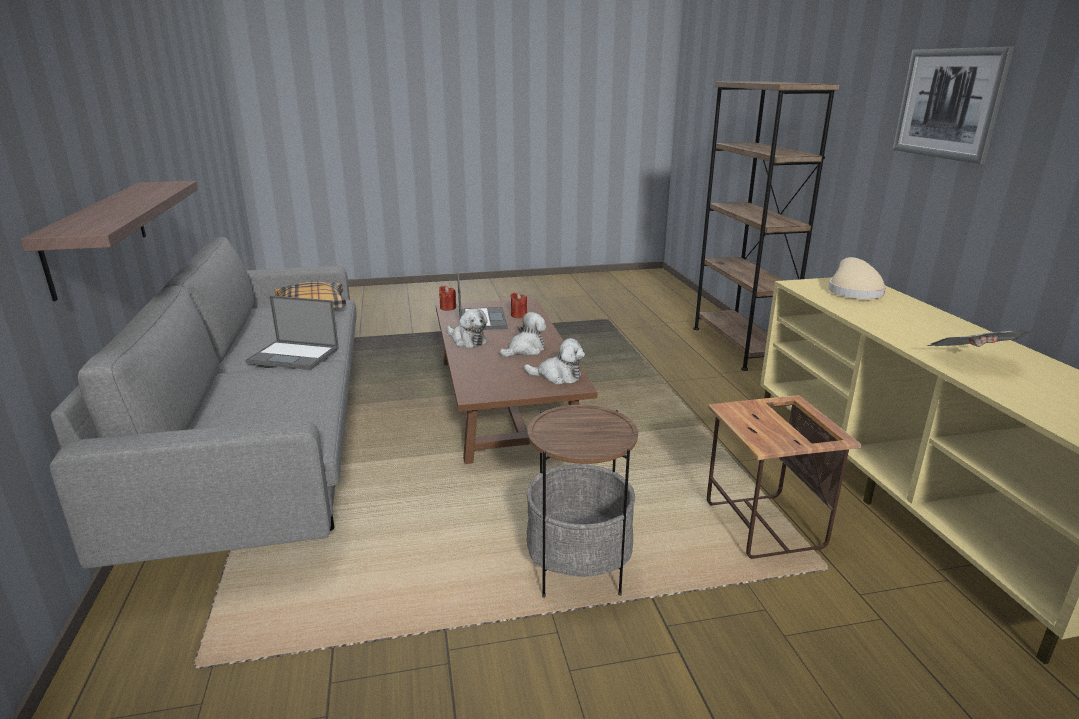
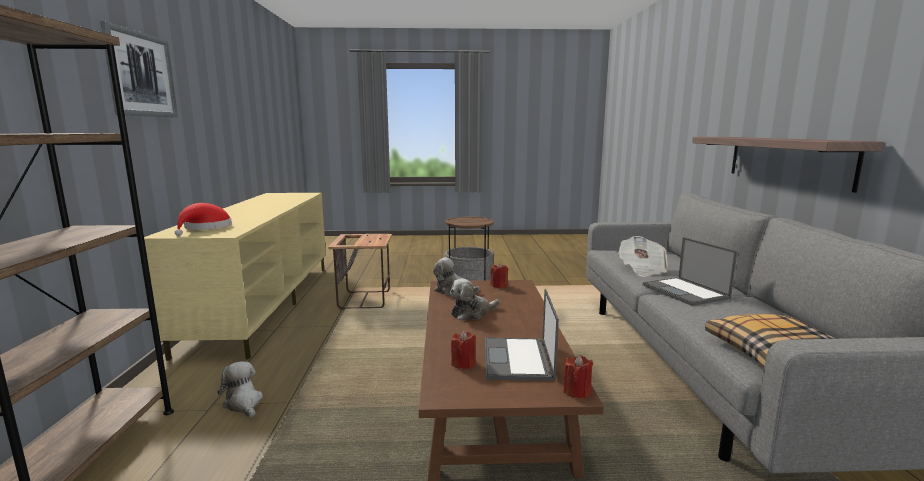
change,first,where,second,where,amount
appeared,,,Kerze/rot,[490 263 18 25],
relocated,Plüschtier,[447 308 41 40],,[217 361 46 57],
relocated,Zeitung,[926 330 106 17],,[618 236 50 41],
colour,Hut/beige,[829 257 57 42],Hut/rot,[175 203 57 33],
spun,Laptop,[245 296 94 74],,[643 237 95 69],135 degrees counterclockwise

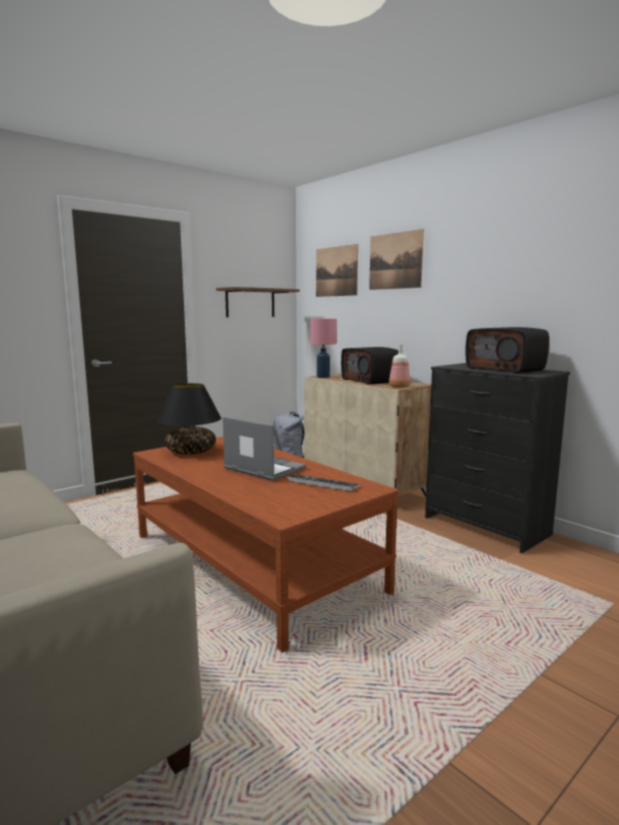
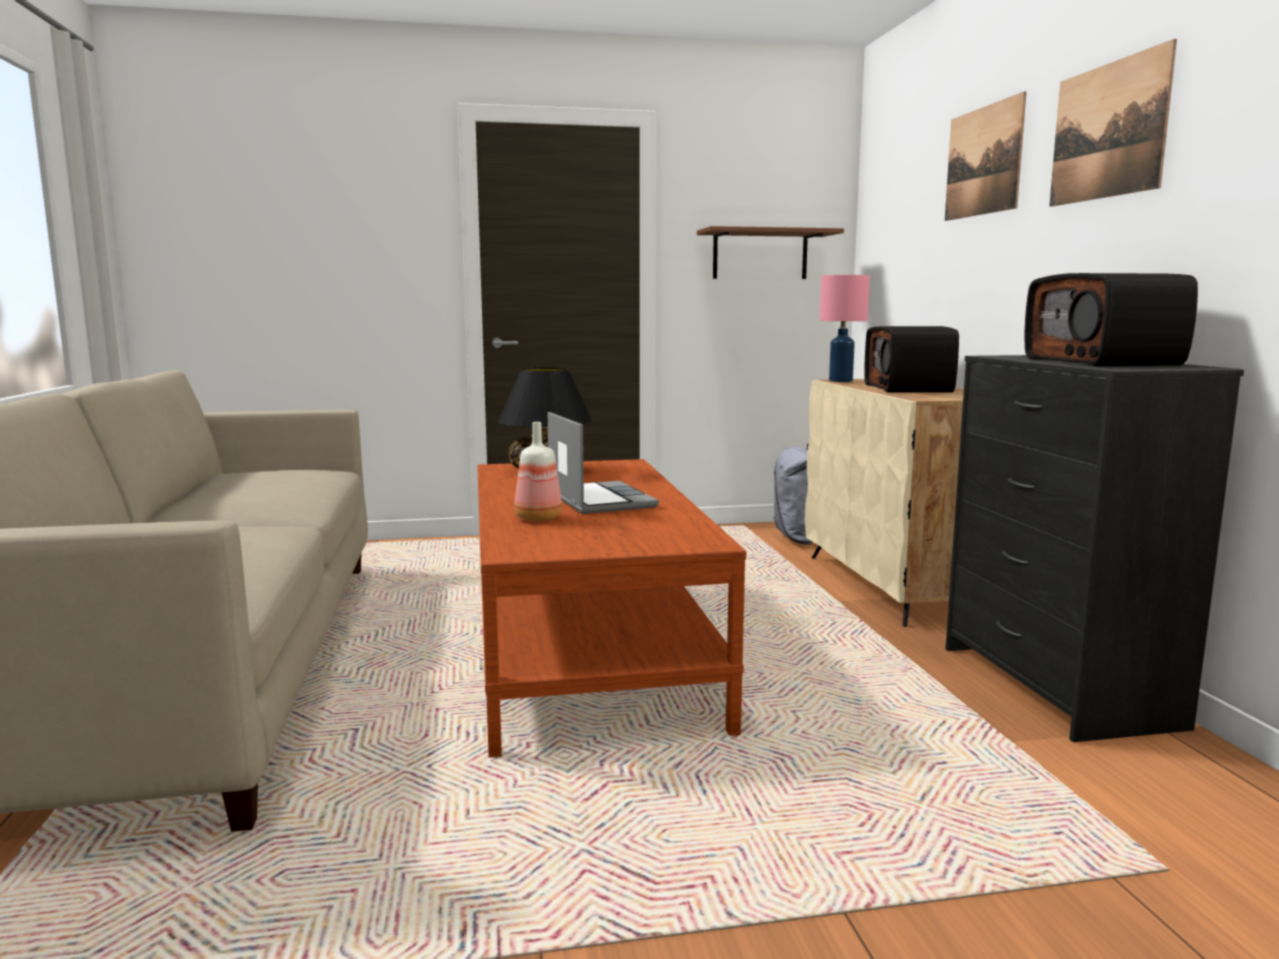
change,first,where,second,where,amount
missing,Tastatur,[287 475 74 16],,,
relocated,Bild,[316 244 42 53],,[1049 39 128 168],
relocated,Flasche,[389 344 21 44],,[514 422 48 100],

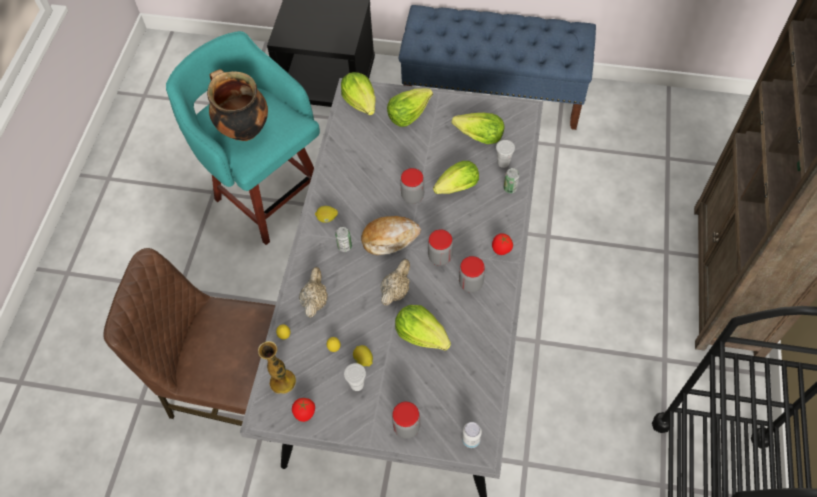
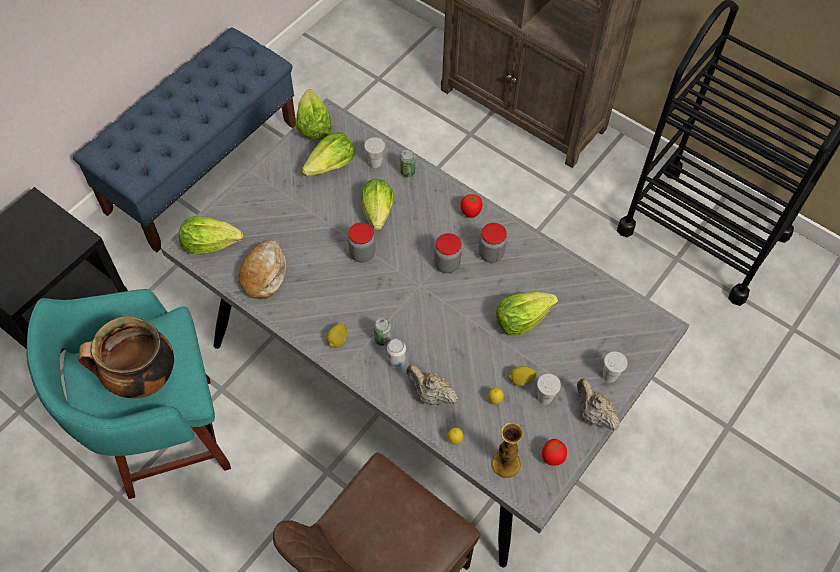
change,first,where,second,where,amount
relocated,Brot,[361 216 60 39],,[238 240 48 59],
relocated,Teekanne/beige,[381 259 29 47],,[577 379 43 52],
relocated,Salatkopf,[387 88 46 39],,[296 89 36 51],
relocated,Dose,[462 422 20 26],,[387 339 19 29],
exchanged,Vorratsglas,[392 401 28 37],Tasse/weiß,[603 351 24 31],

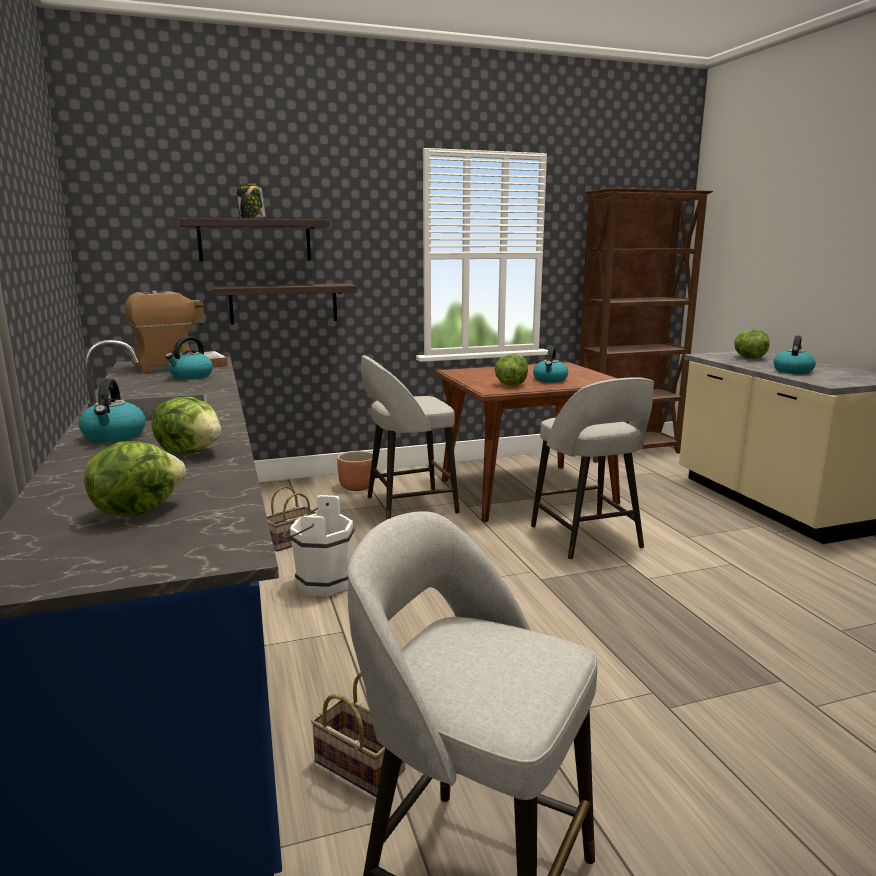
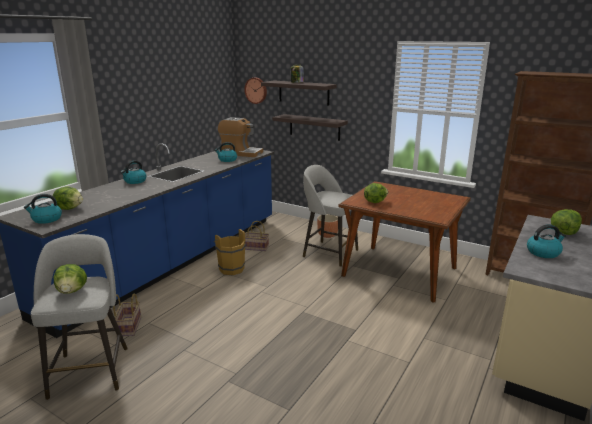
change,first,where,second,where,amount
missing,Hocker/grau,[531 377 123 183],,,
appeared,,,Wanduhr,[244 78 23 26],
relocated,Salatkopf,[152 397 69 57],,[54 264 33 30],
relocated,Wasserkessel,[533 347 35 36],,[24 194 38 30],
colour,Eimer/weiß,[283 495 72 102],Eimer/braun,[214 229 32 46],

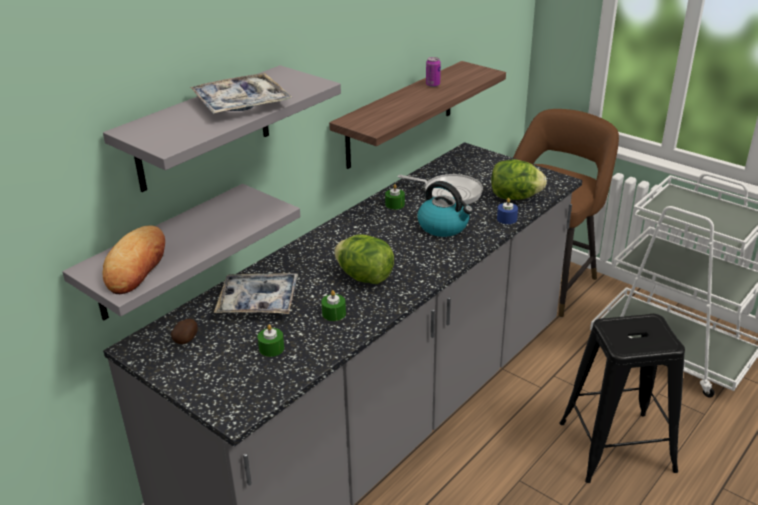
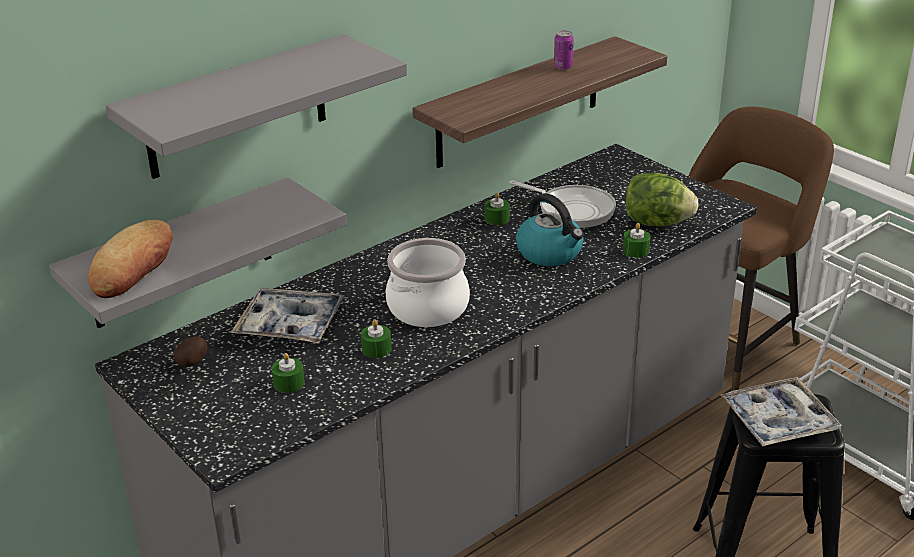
change,first,where,second,where,amount
relocated,Tablett,[190 73 102 41],,[721 377 121 70],
exchanged,Salatkopf,[334 234 60 50],Kochtopf,[386 238 84 89],
colour,Kerze/blau,[497 198 21 26],Kerze/grün,[623 223 27 35],

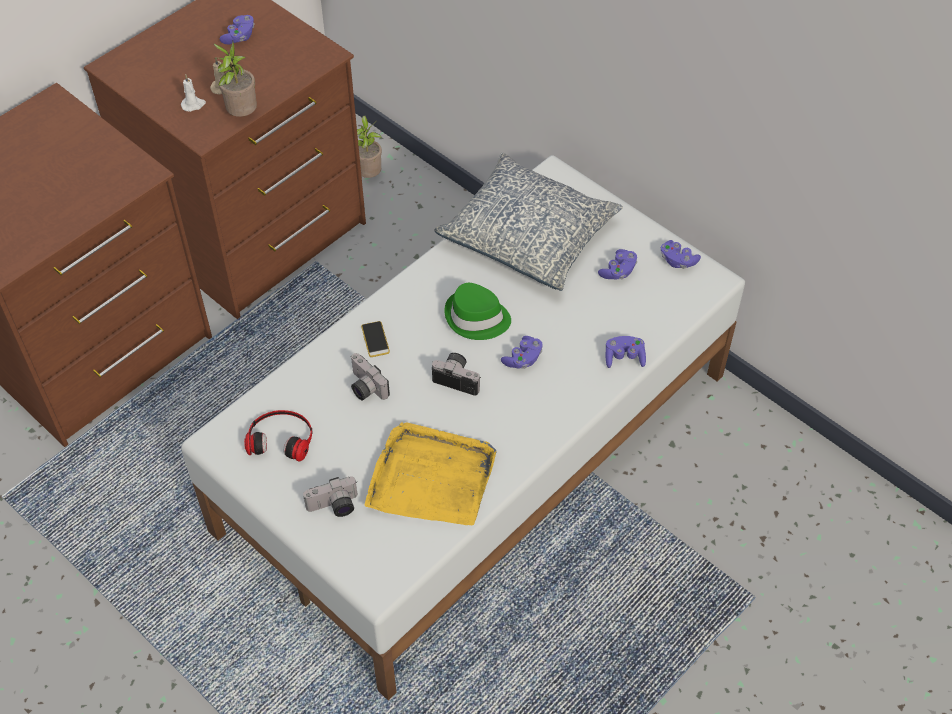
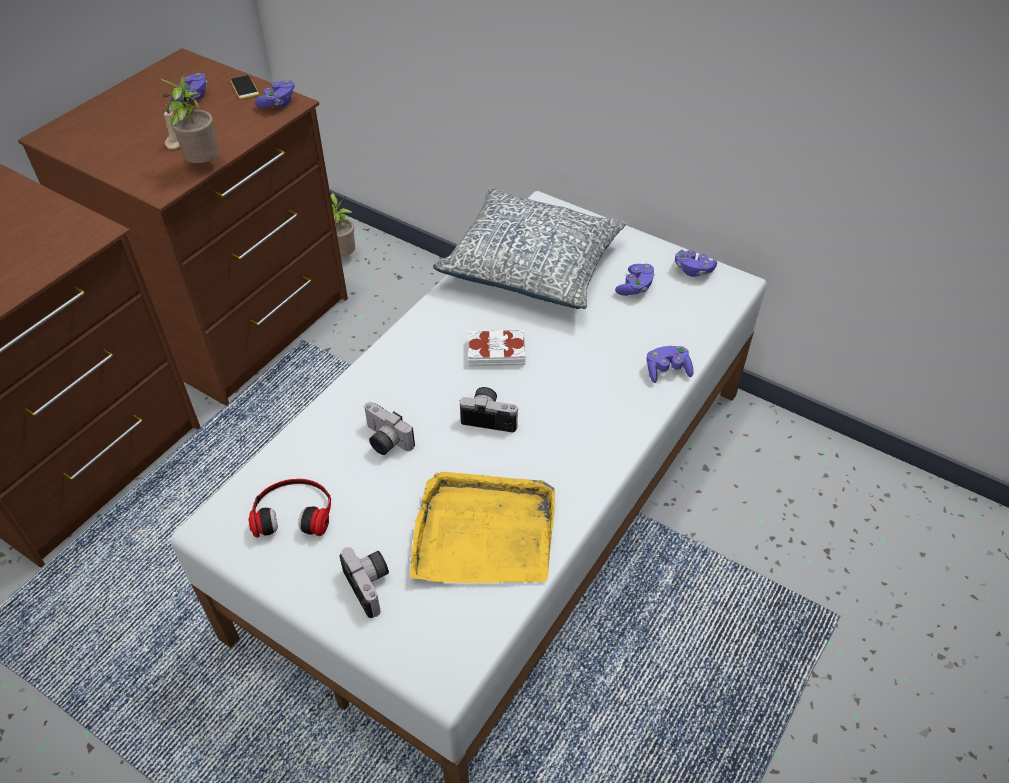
change,first,where,second,where,amount
missing,Kerze/weiß,[181 75 25 37],,,
relocated,Handy,[361 321 29 36],,[230 75 29 25],
relocated,Gamepad/lila,[501 336 41 33],,[255 80 40 29],
exchanged,Hut/grün,[444 283 67 57],Buch/weiß,[468 329 57 37],
spun,Kamera,[303 476 54 41],,[340 547 49 71],90 degrees counterclockwise

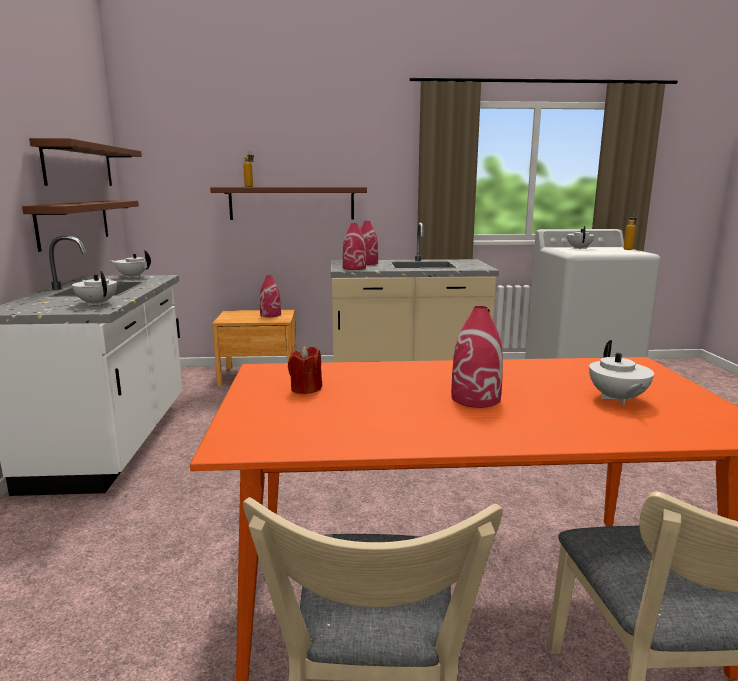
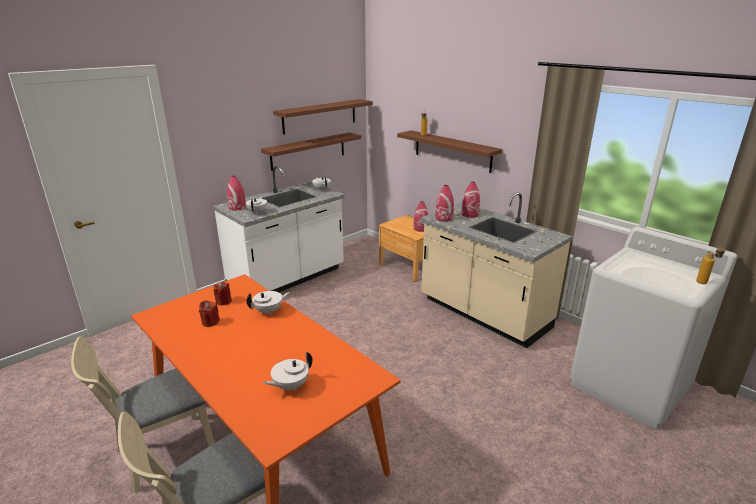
change,first,where,second,where,amount
appeared,,,Kerze/rot,[199 300 21 27],
relocated,Vase/rot,[451 306 52 102],,[227 176 19 34],
relocated,Teekanne/weiß,[567 226 28 23],,[246 291 44 24],

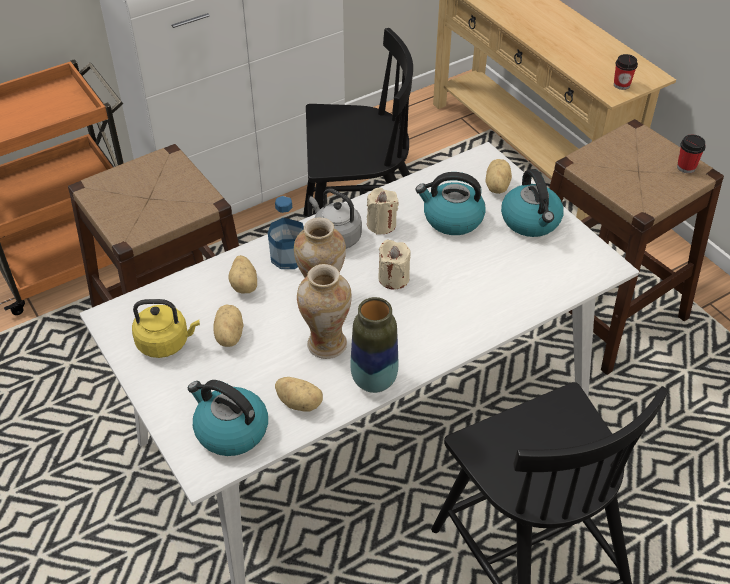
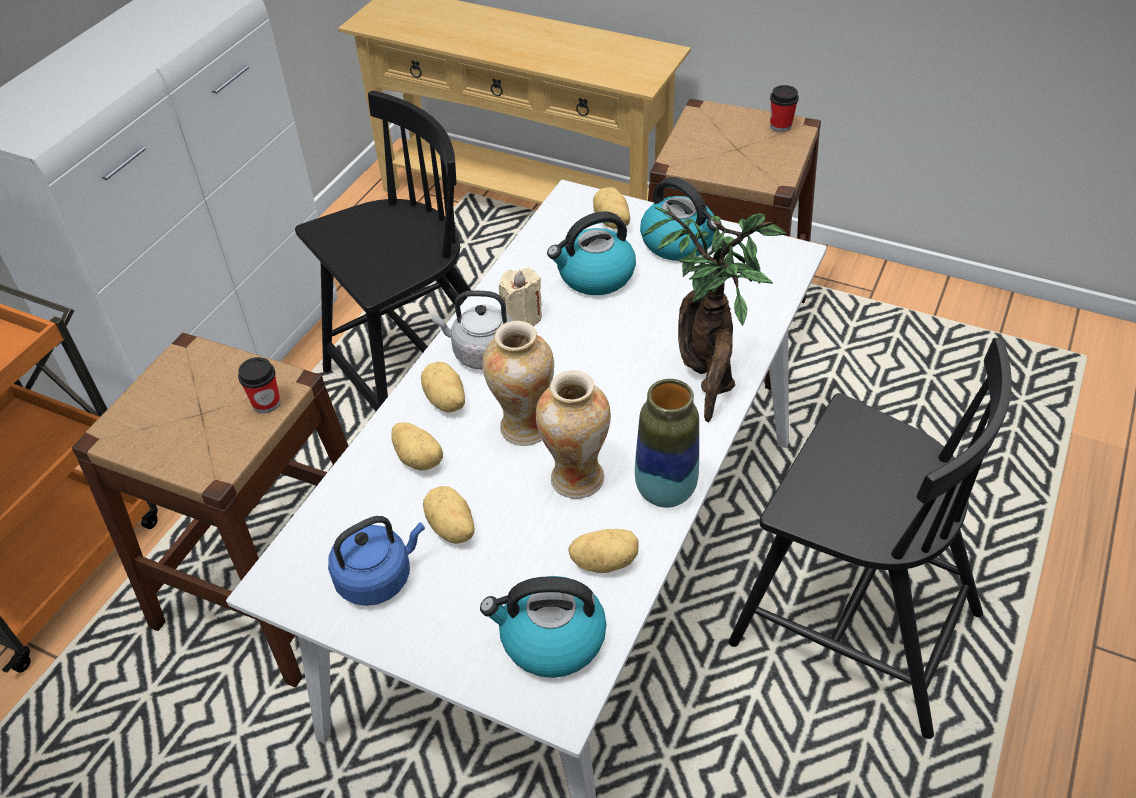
change,first,where,second,where,amount
missing,Kerze/beige,[378 239 33 51],,,
appeared,,,Topfpflanze,[643 205 144 218],
relocated,Tasse,[614 54 24 36],,[238 357 42 57],
exchanged,Flasche,[268 196 36 73],Kartoffel,[421 362 44 50],
colour,Wasserkessel/gelb,[132 299 68 59],Wasserkessel/blau,[328 516 97 90],

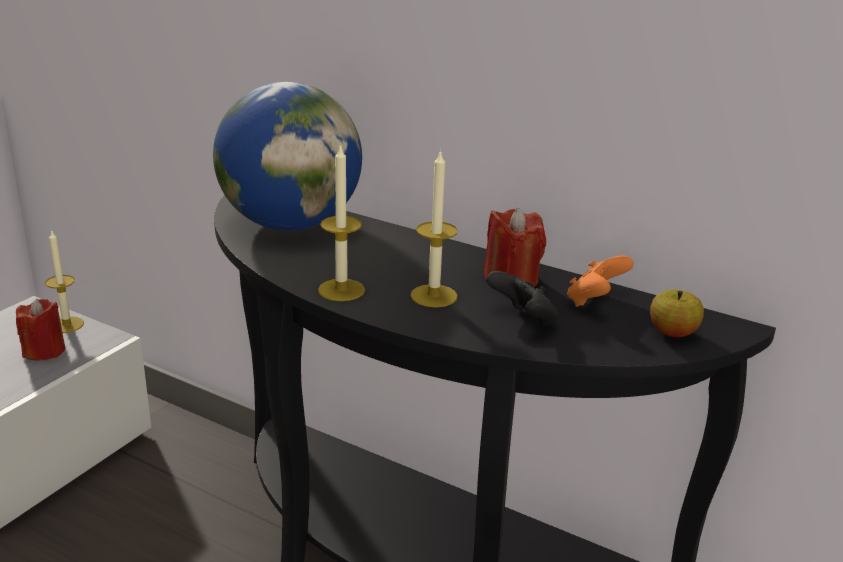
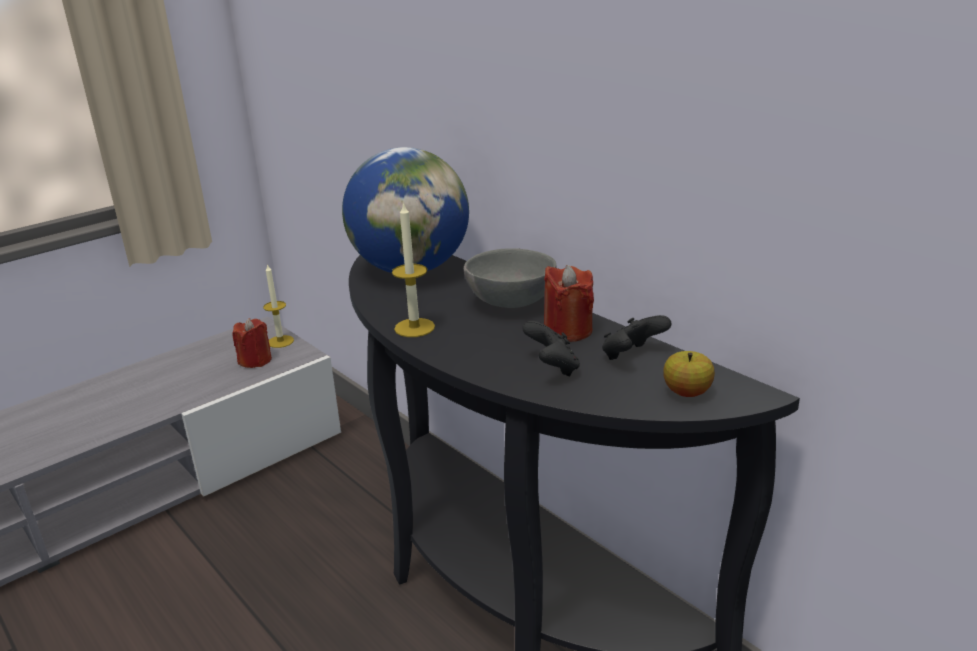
change,first,where,second,where,amount
missing,Kerze,[410 149 48 158],,,
appeared,,,Schüssel/grau,[464 248 93 60],
colour,Gamepad/orange,[567 255 67 52],Gamepad/schwarz,[602 315 70 45],

